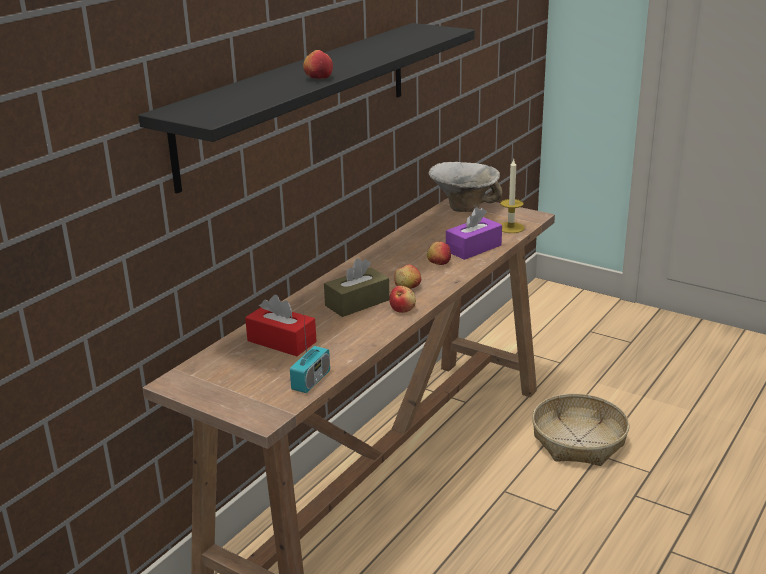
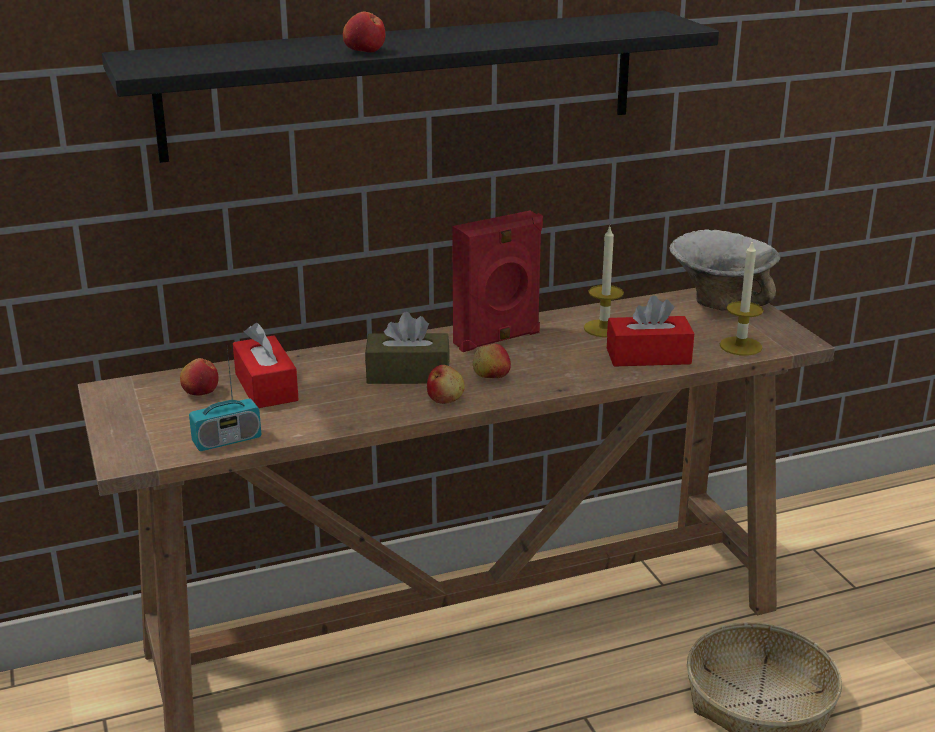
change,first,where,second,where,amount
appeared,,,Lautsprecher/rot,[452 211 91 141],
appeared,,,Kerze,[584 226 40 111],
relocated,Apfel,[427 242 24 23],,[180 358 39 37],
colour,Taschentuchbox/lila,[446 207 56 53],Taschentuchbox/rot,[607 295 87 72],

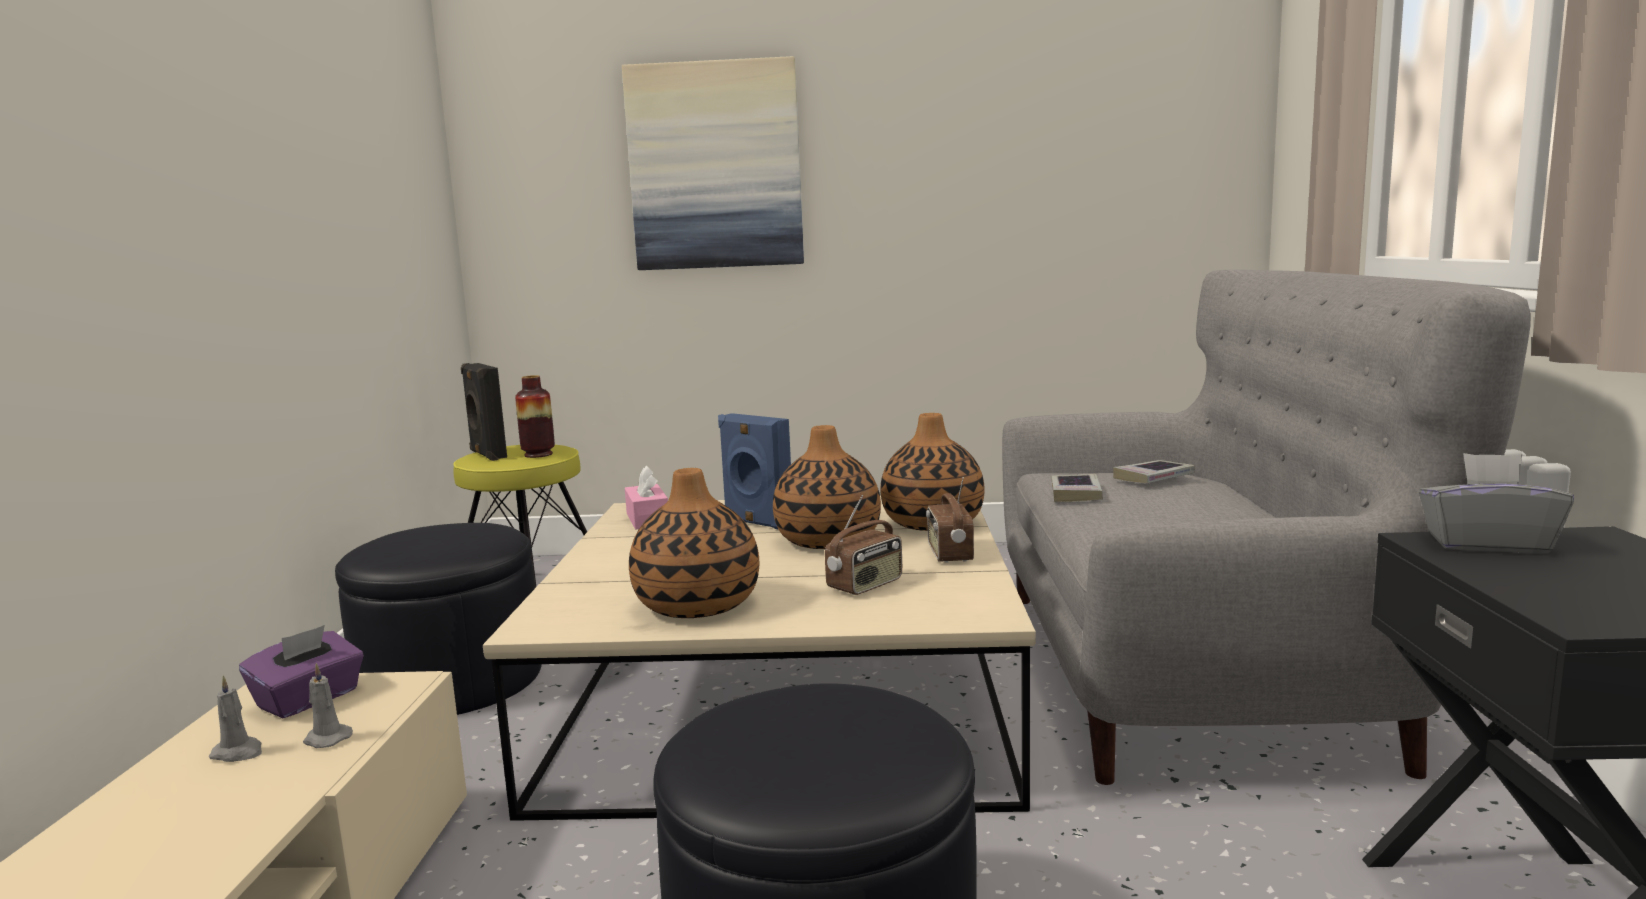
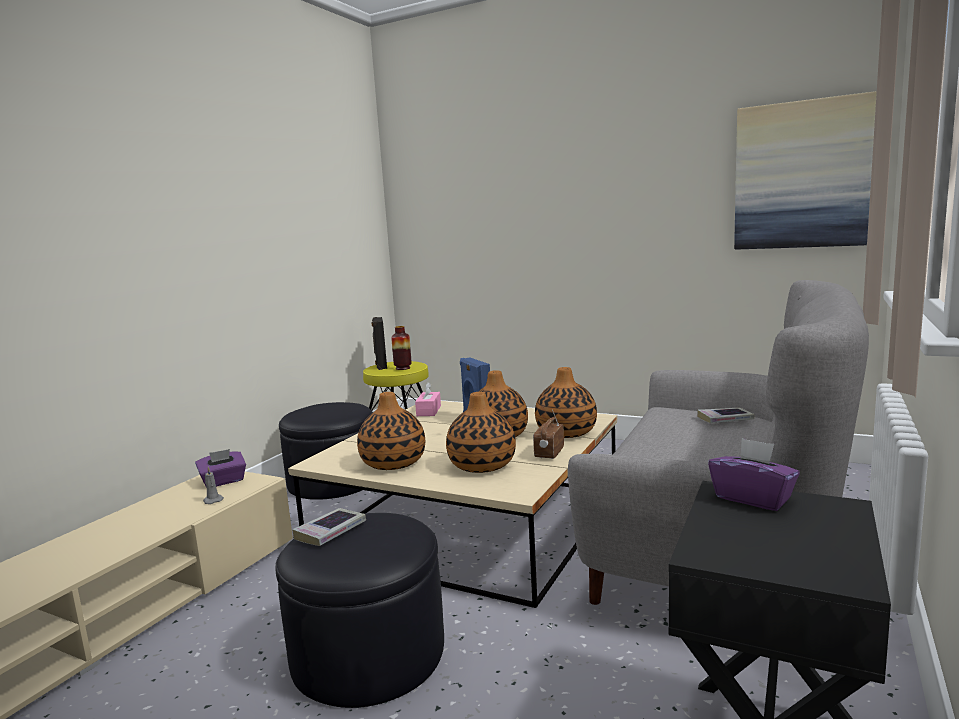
change,first,where,second,where,amount
missing,Kerze/grau,[209 675 53 87],,,
relocated,Bild,[622 56 182 214],,[734 91 143 159],
relocated,Buch,[1051 474 52 28],,[292 508 74 38],
exchanged,Radio,[825 495 77 100],Vase,[446 392 70 81],
colour,Taschentuchbox/grau,[1419 453 155 100],Taschentuchbox/lila,[708 438 92 73],

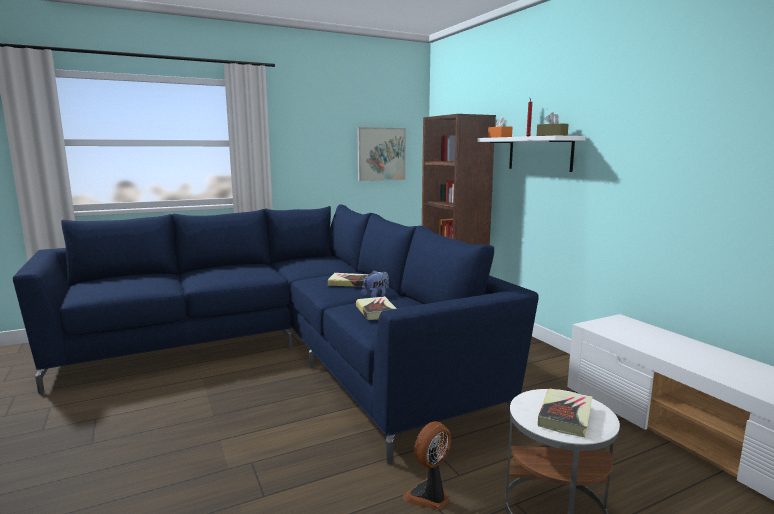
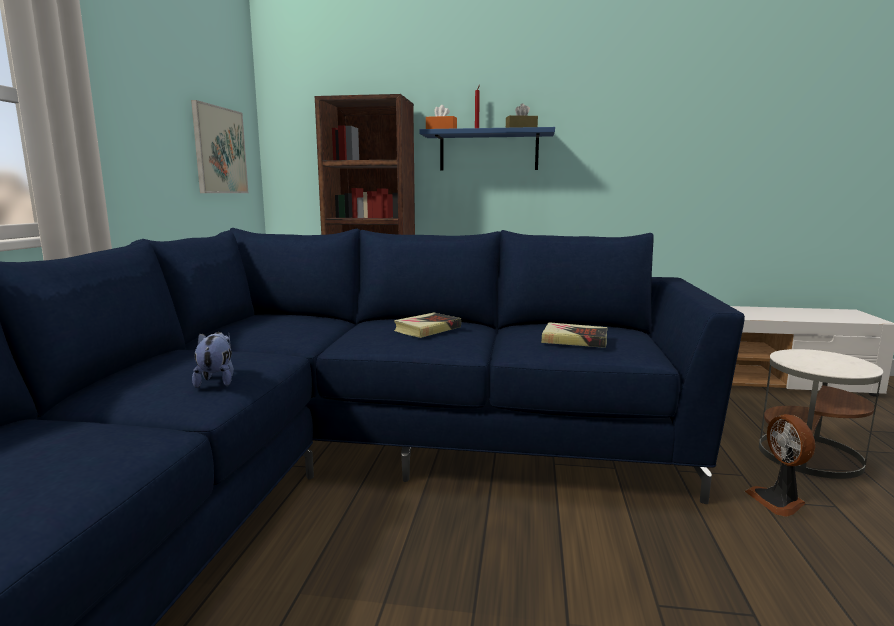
change,first,where,second,where,amount
missing,Buch,[538 389 55 48],,,
relocated,Plüschtier,[362 270 27 28],,[192 332 42 56],
colour,Wandregal/weiß,[477 136 109 36],Wandregal/blau,[419 127 136 44],

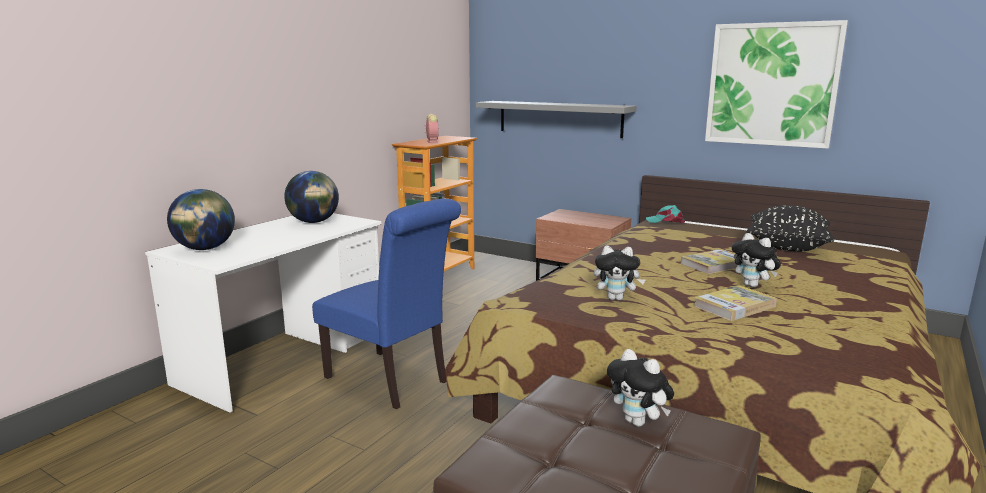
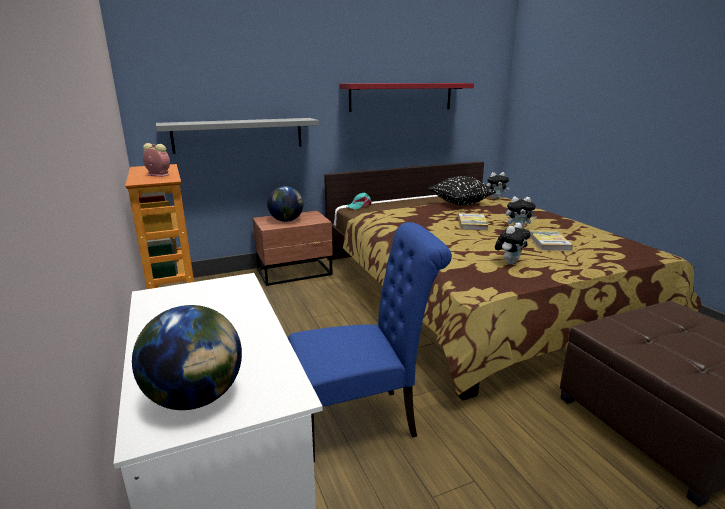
change,first,where,second,where,amount
relocated,Globus,[284 171 55 52],,[267 186 36 36],
relocated,Plüschtier,[607 349 67 78],,[487 172 22 27],
exchanged,Bild,[705 20 143 129],Wandregal/rot,[339 83 135 29],

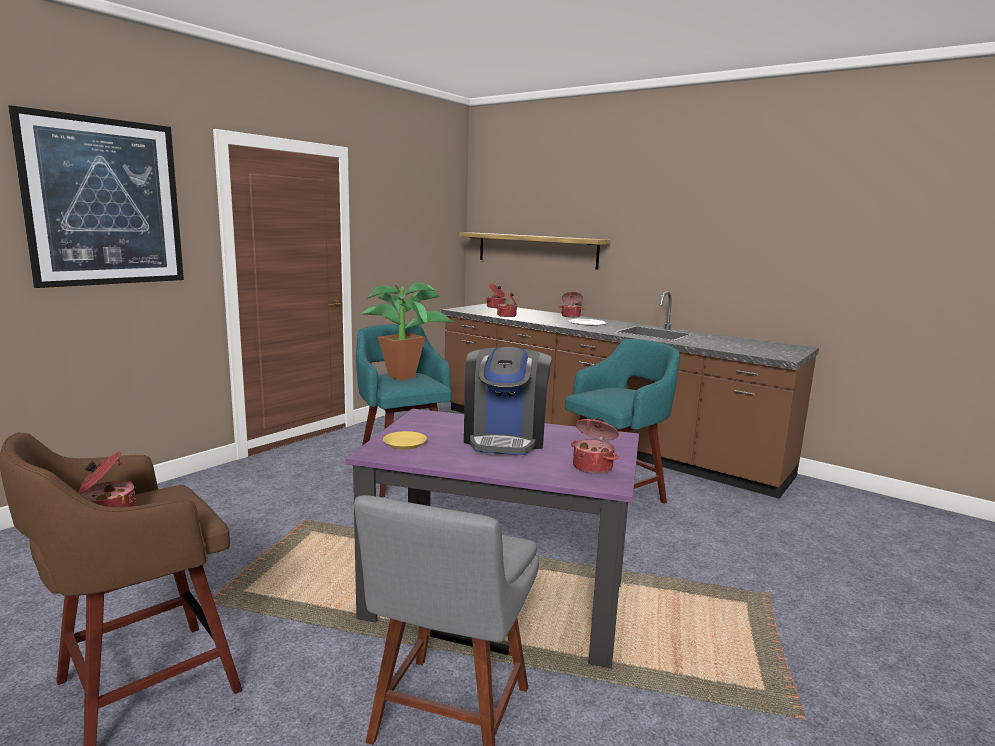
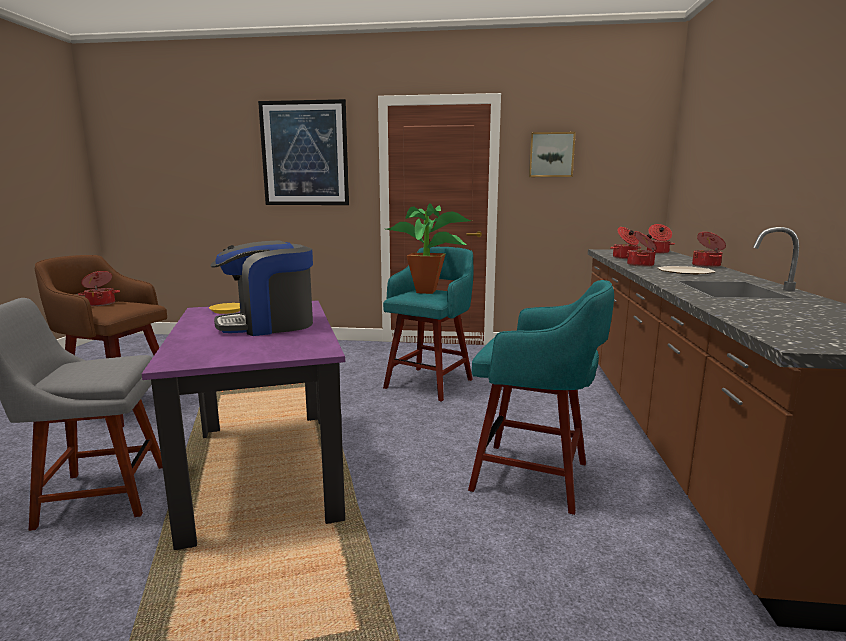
change,first,where,second,where,amount
missing,Wandregal,[459 232 151 38],,,
appeared,,,Bild,[529 132 47 45],
relocated,Kochtopf,[571 418 48 56],,[627 231 30 36],

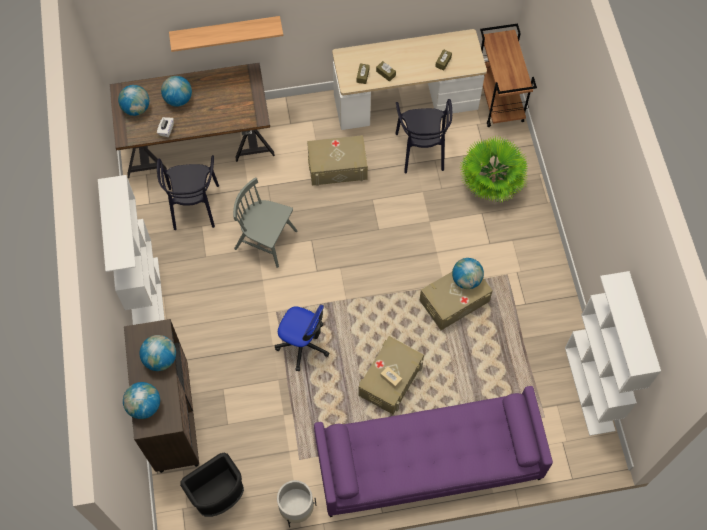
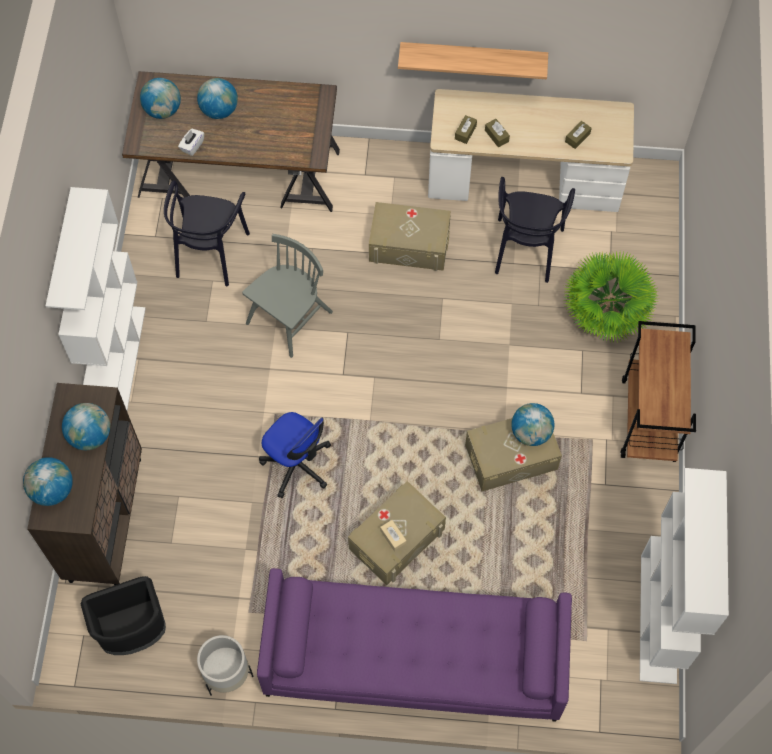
change,first,where,second,where,amount
relocated,Wandregal,[169 16 114 36],,[398 42 150 37],
relocated,Rollwagen/braun,[480 23 57 104],,[620 321 76 141],
spun,Stuhl/grau,[233 177 64 91],,[242 234 91 124],90 degrees clockwise

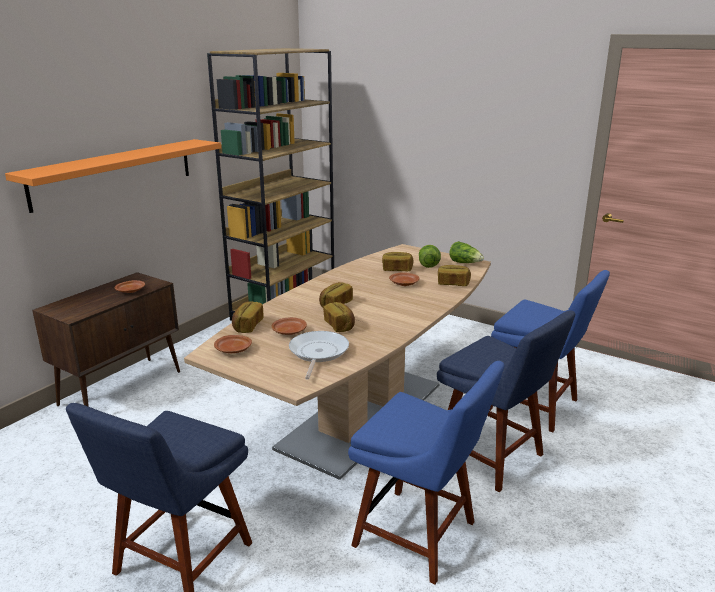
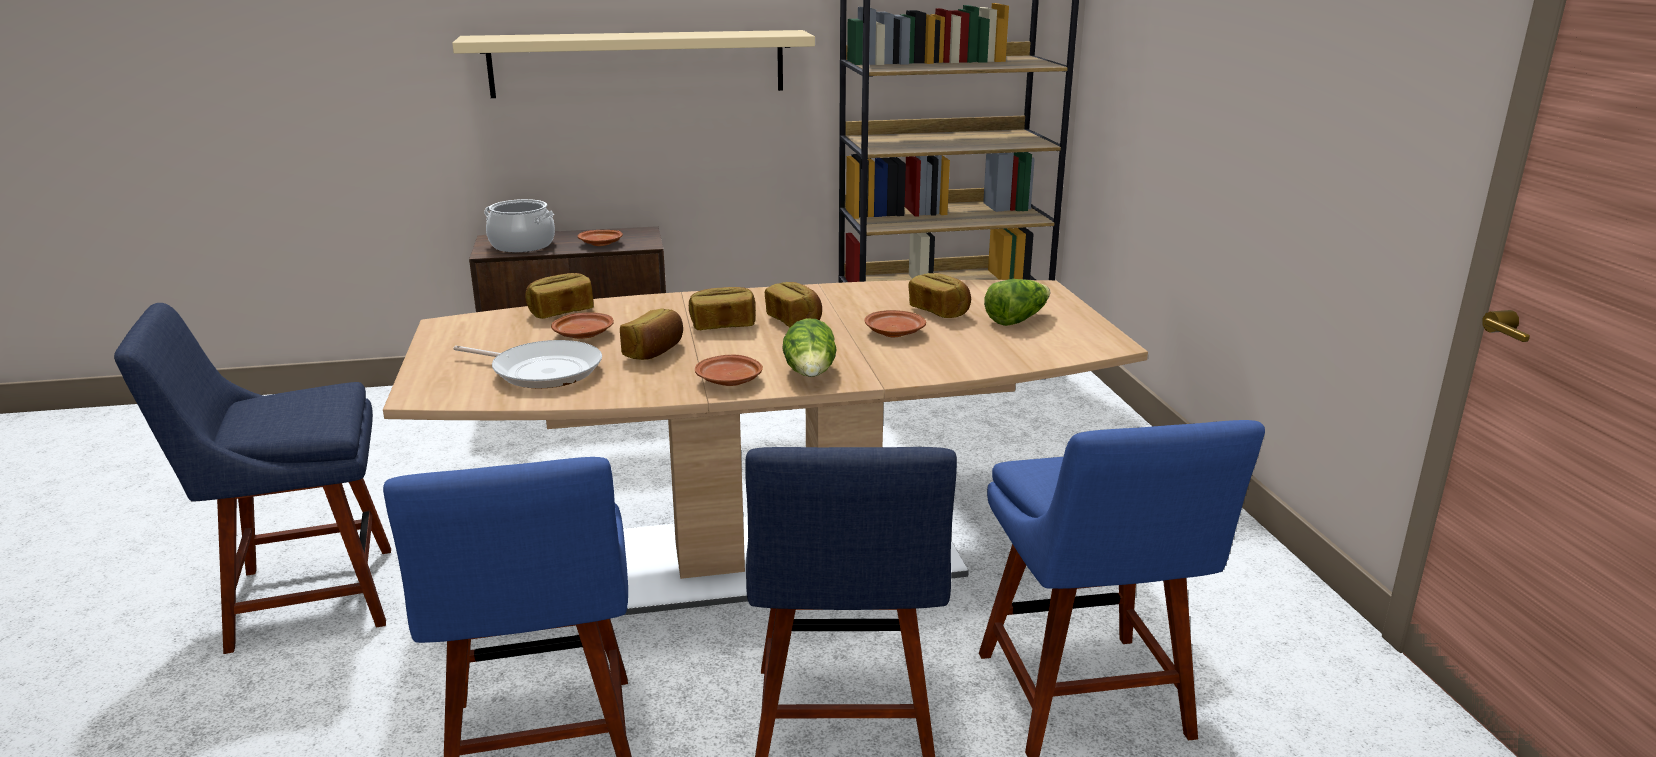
change,first,where,second,where,amount
appeared,,,Kochtopf,[484 199 71 53],
relocated,Teller/braun,[214 335 38 18],,[695 355 68 31],
relocated,Brot,[438 265 33 21],,[765 282 57 45],
relocated,Salatkopf,[449 241 35 22],,[783 319 54 58],
colour,Wandregal/orange,[5 139 216 74],Wandregal/beige,[452 30 363 68],
spun,Pfanne,[289 331 60 48],,[453 340 149 49],60 degrees clockwise

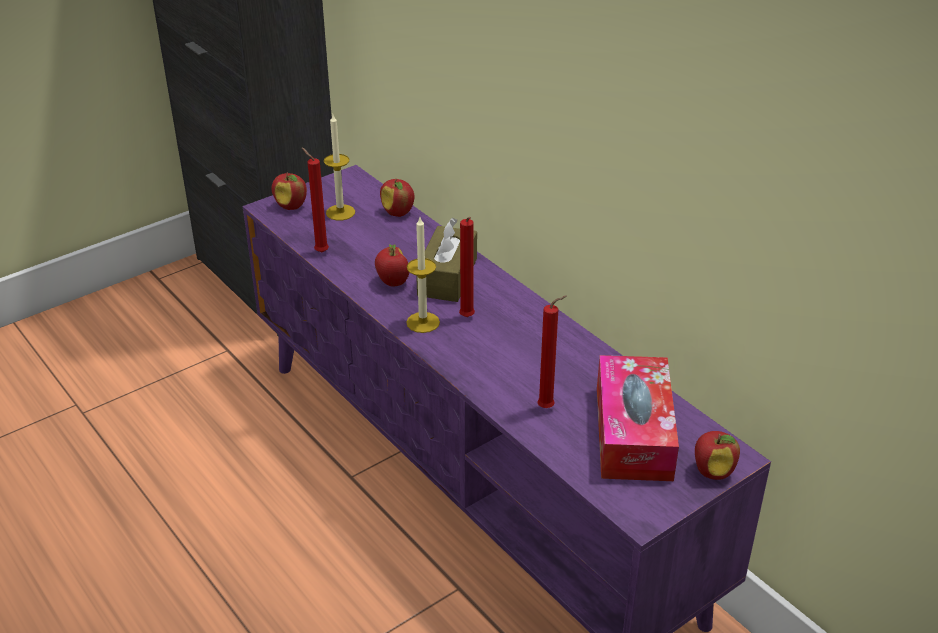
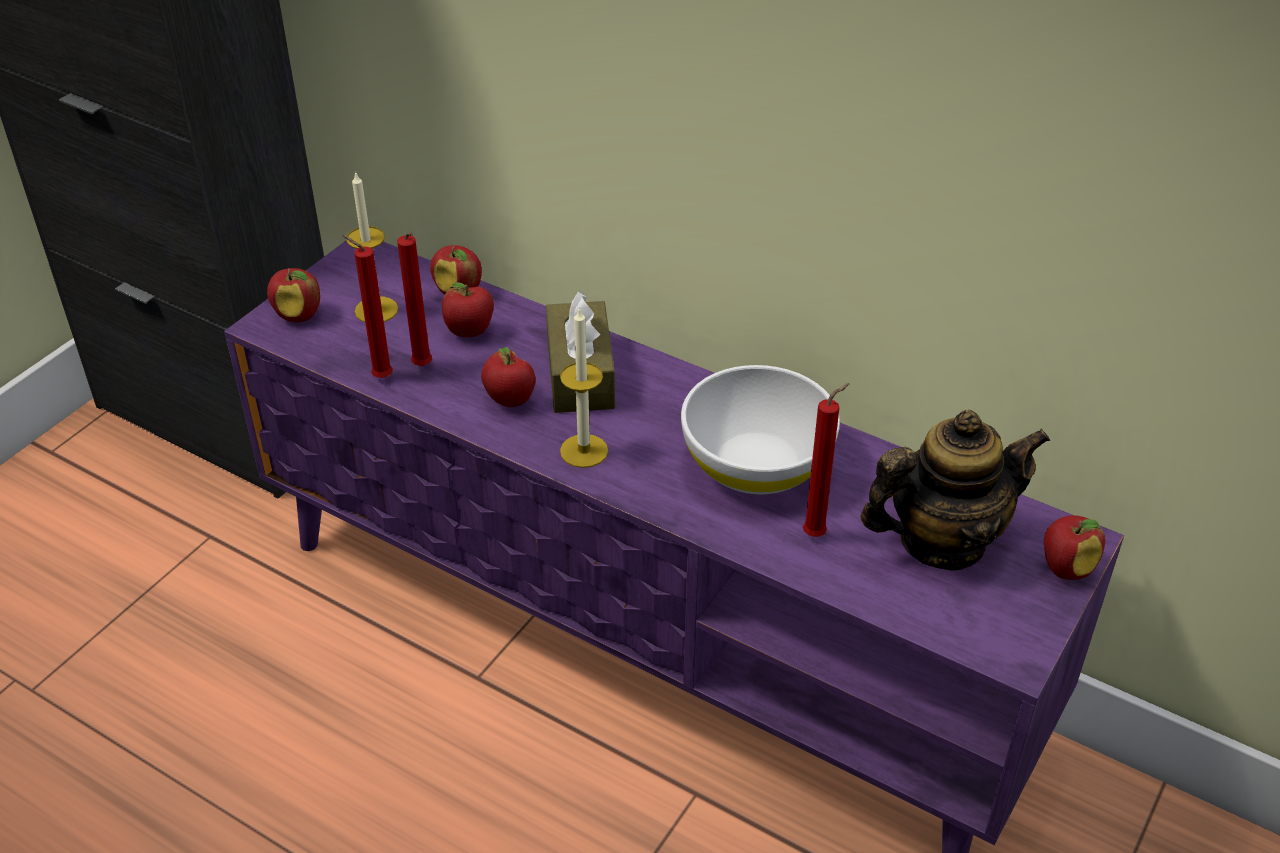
change,first,where,second,where,amount
appeared,,,Apfel,[442 282 52 55],
appeared,,,Schüssel/weiß,[681 365 159 129],
relocated,Kerze/rot,[459 217 16 100],,[397 232 35 134],
exchanged,Taschentuchbox,[597 355 82 126],Teekanne,[860 410 190 161],

